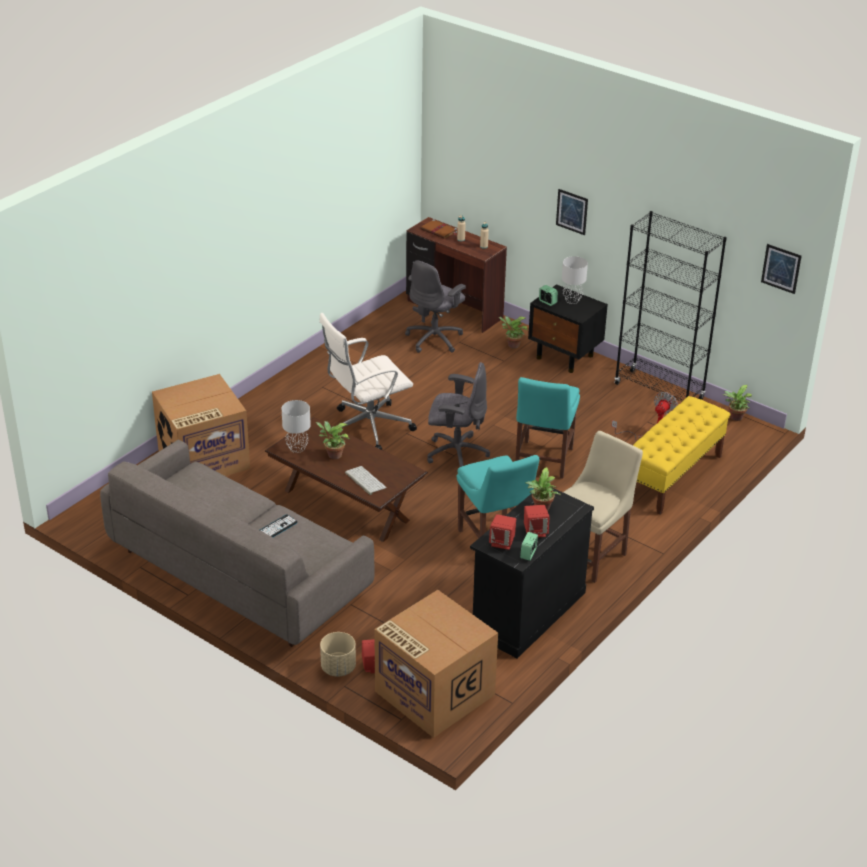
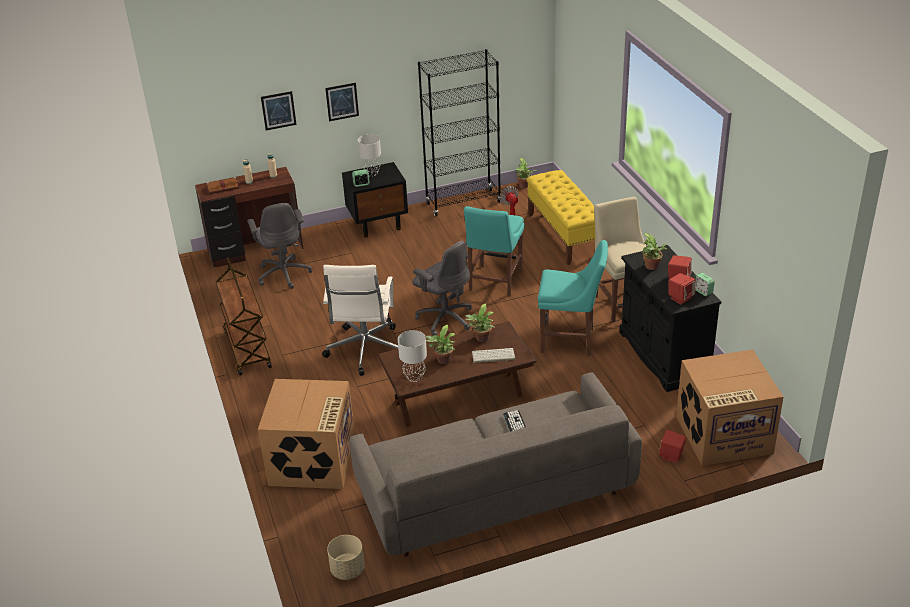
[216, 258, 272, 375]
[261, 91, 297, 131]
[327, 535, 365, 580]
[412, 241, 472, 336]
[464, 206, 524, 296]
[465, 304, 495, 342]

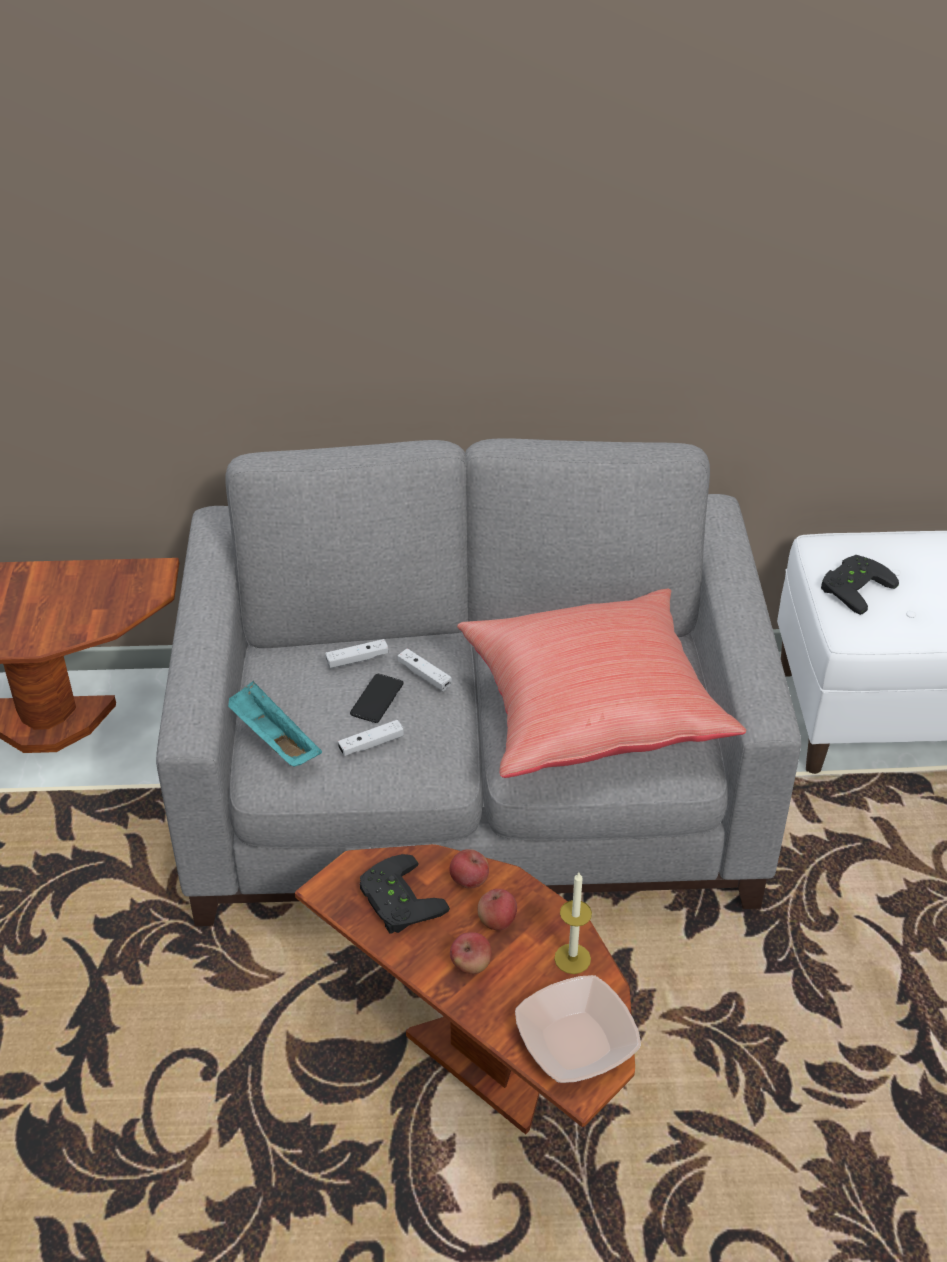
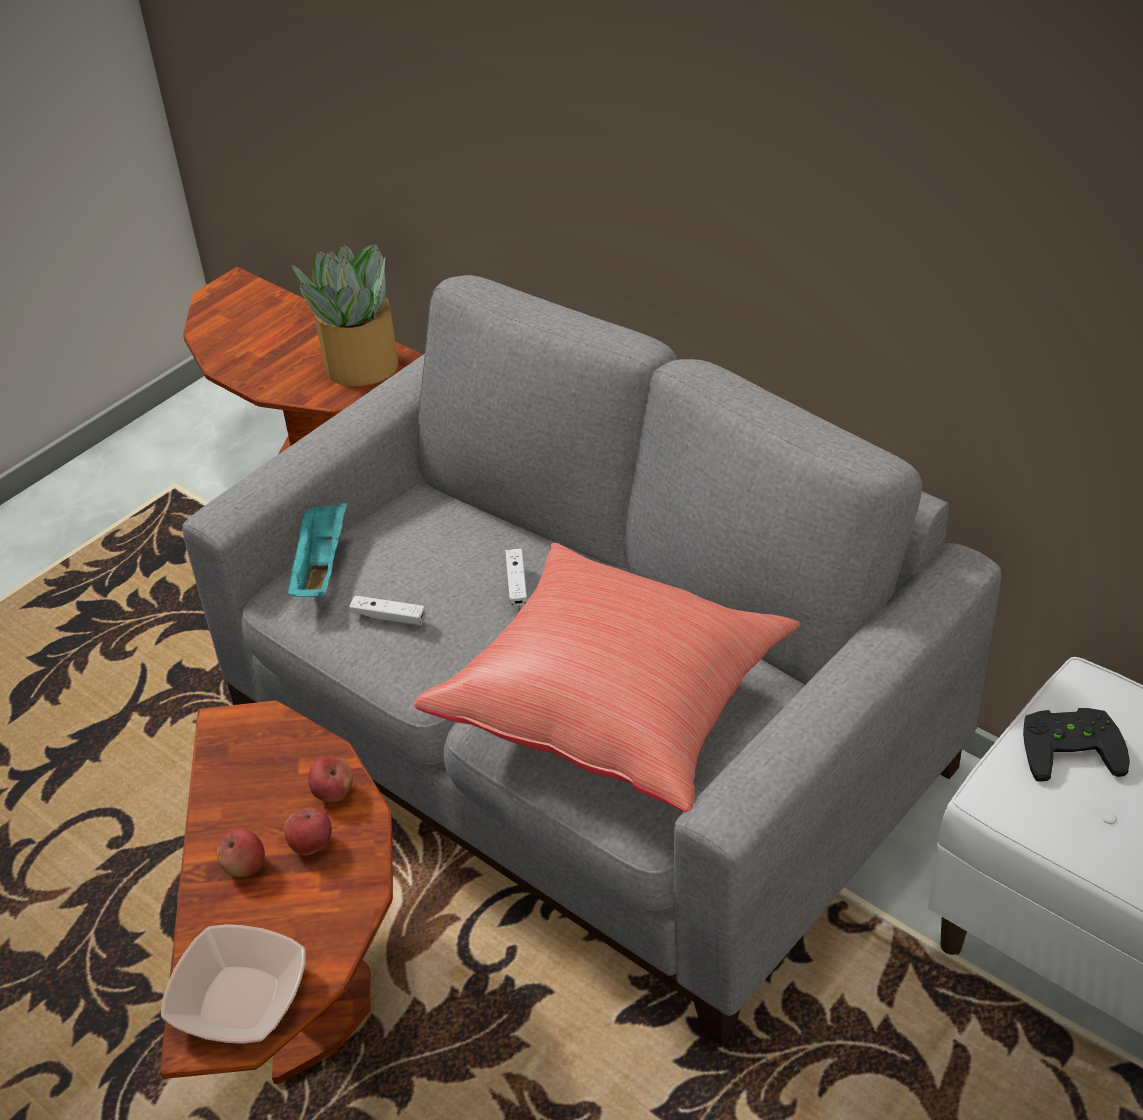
[292, 244, 399, 386]
[325, 639, 389, 669] (first image)
[350, 674, 404, 723] (first image)
[360, 854, 450, 934] (first image)
[554, 872, 592, 974] (first image)

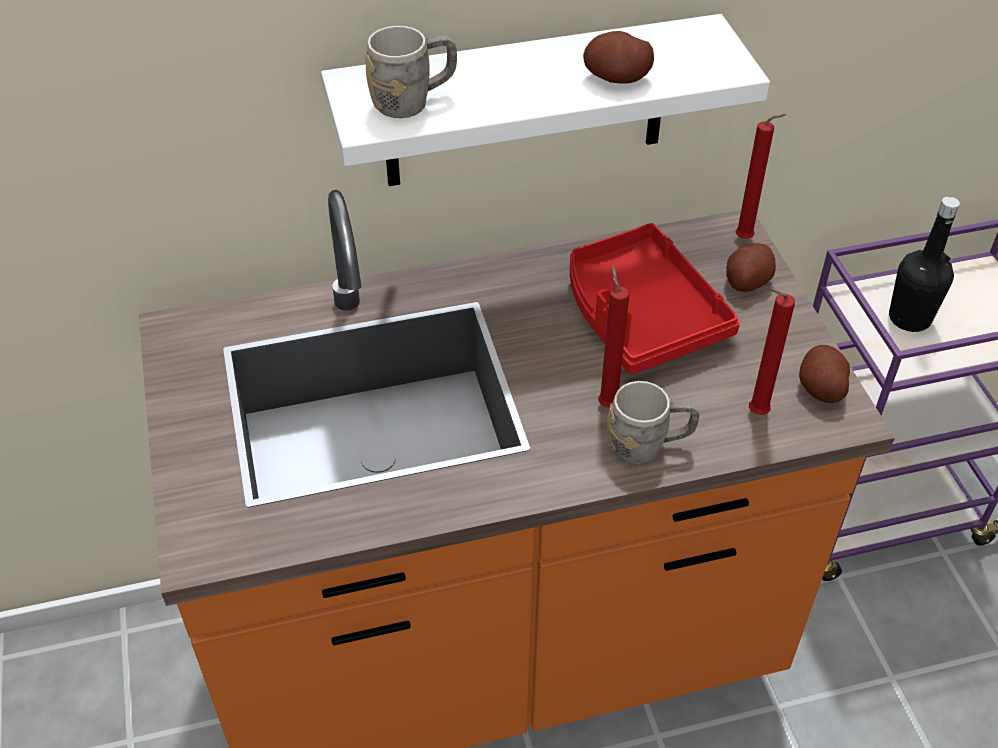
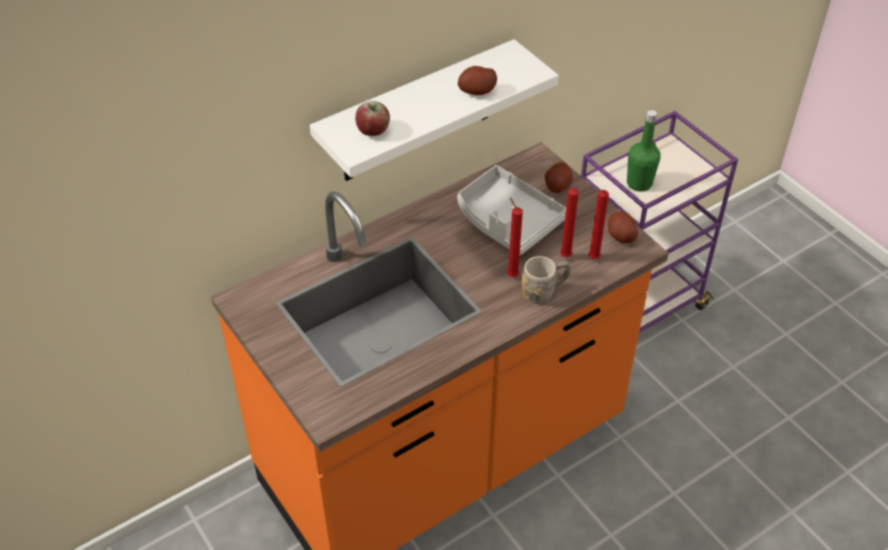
[355, 101, 390, 136]
[457, 165, 566, 255]
[560, 182, 585, 257]
[627, 110, 661, 192]

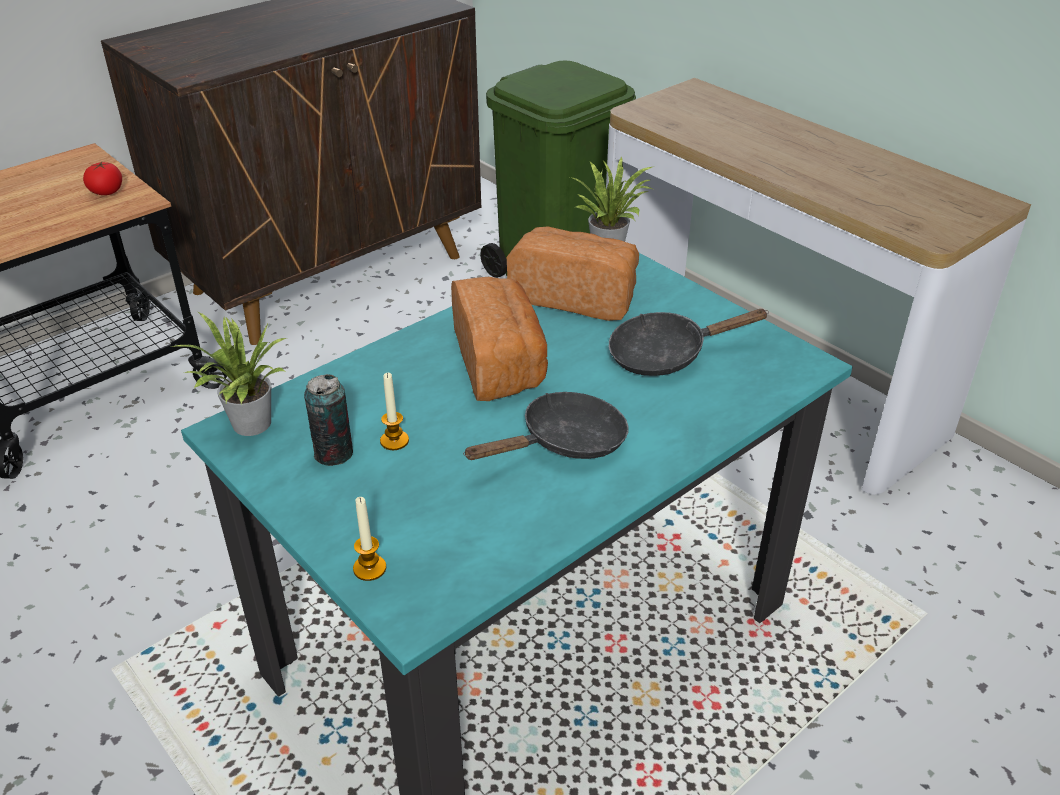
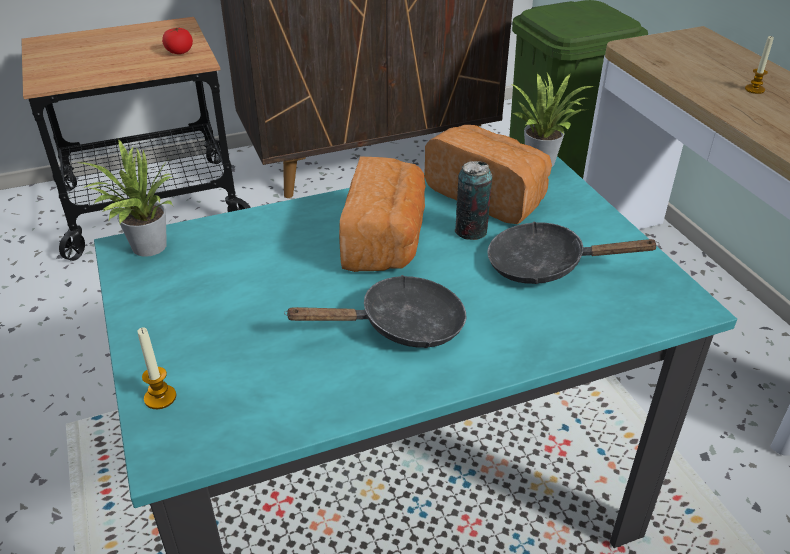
[455, 161, 492, 240]
[745, 35, 774, 94]

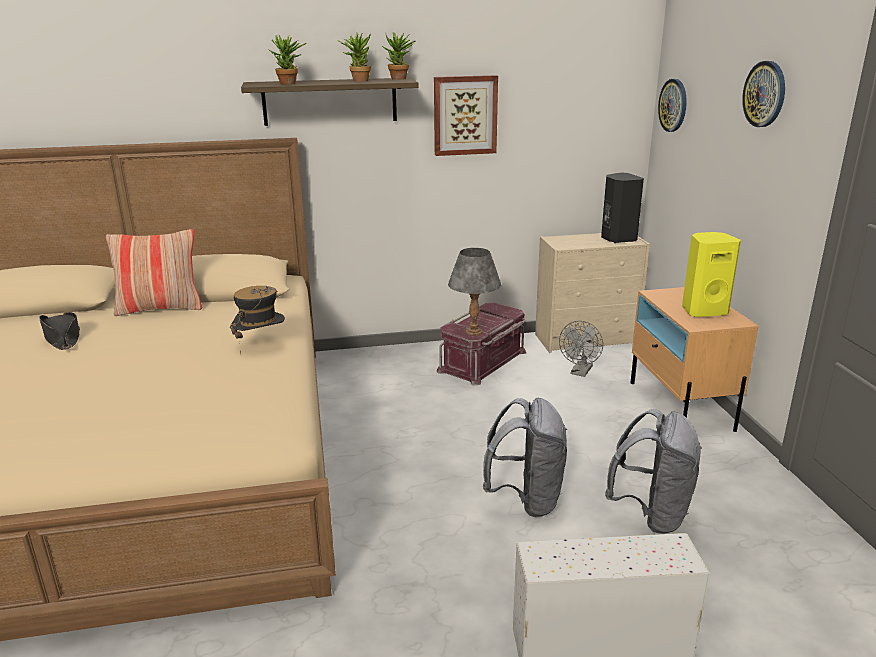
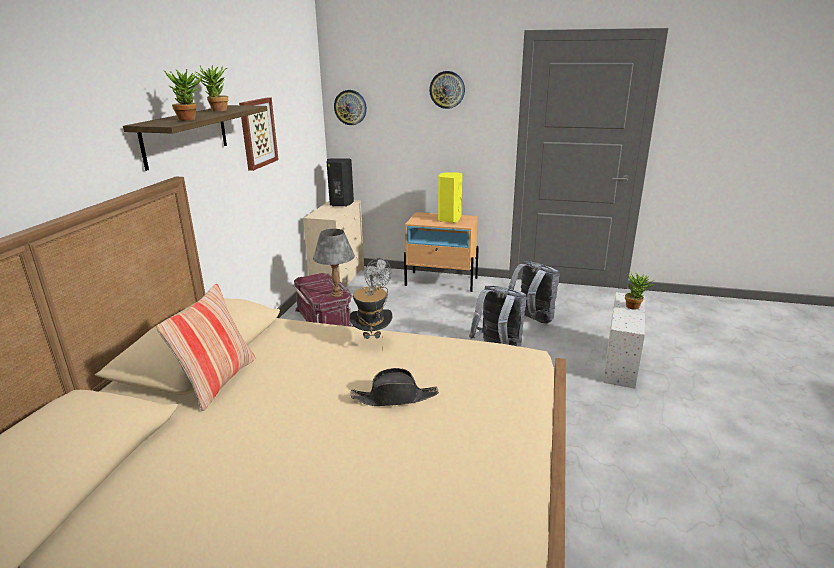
[350, 368, 439, 406]
[625, 270, 656, 310]

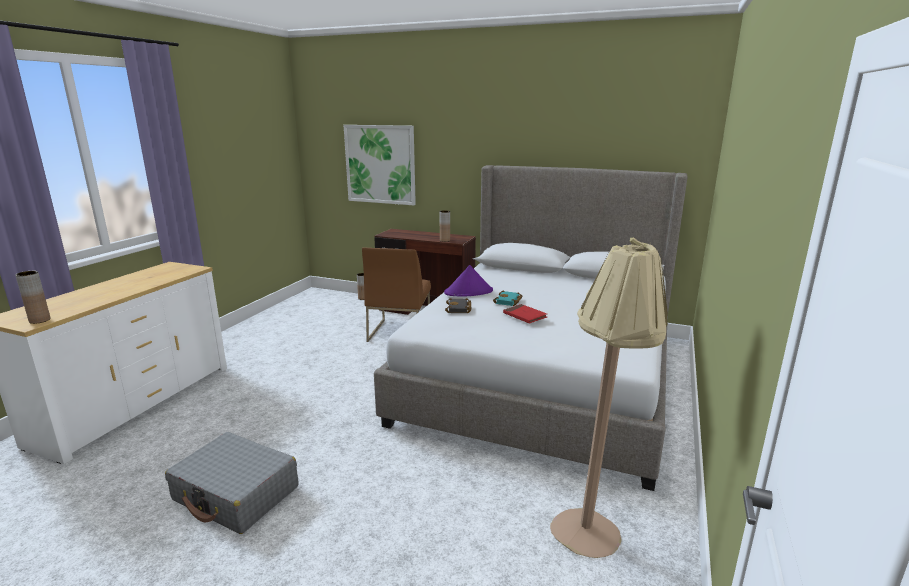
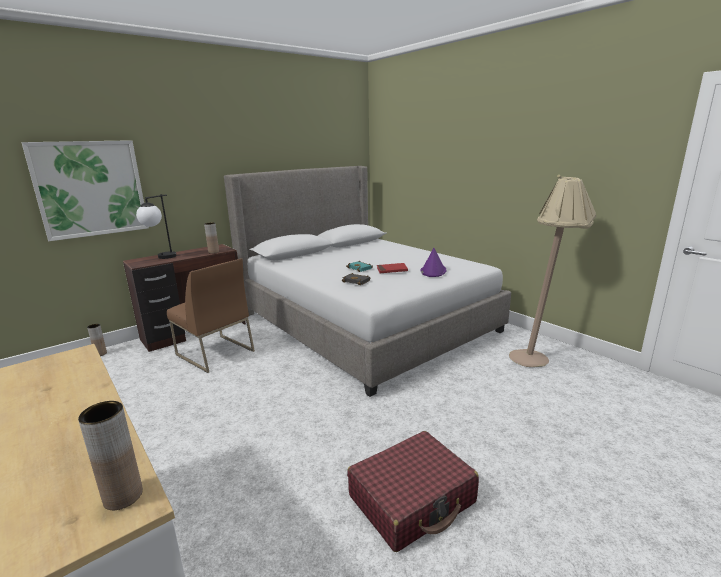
[136, 194, 177, 259]
[347, 431, 479, 552]
[421, 248, 446, 277]

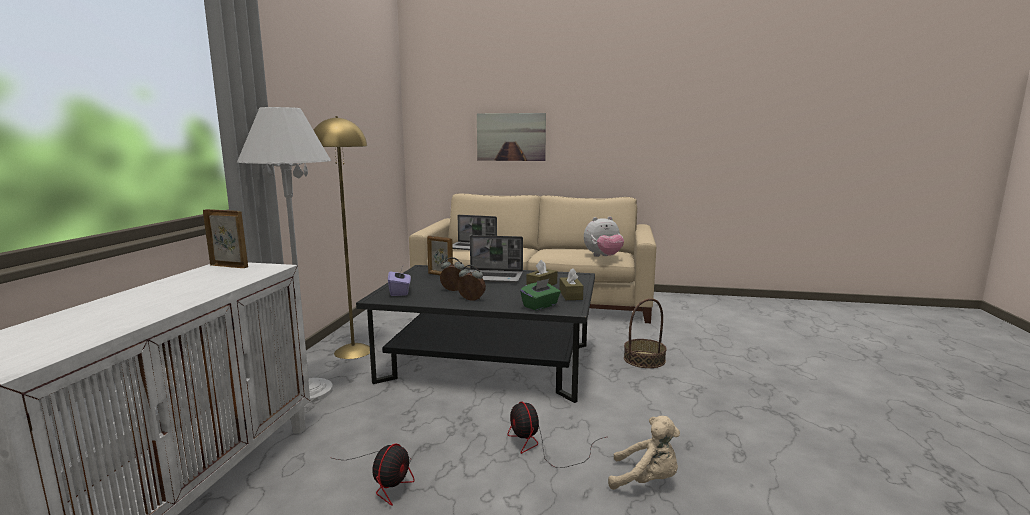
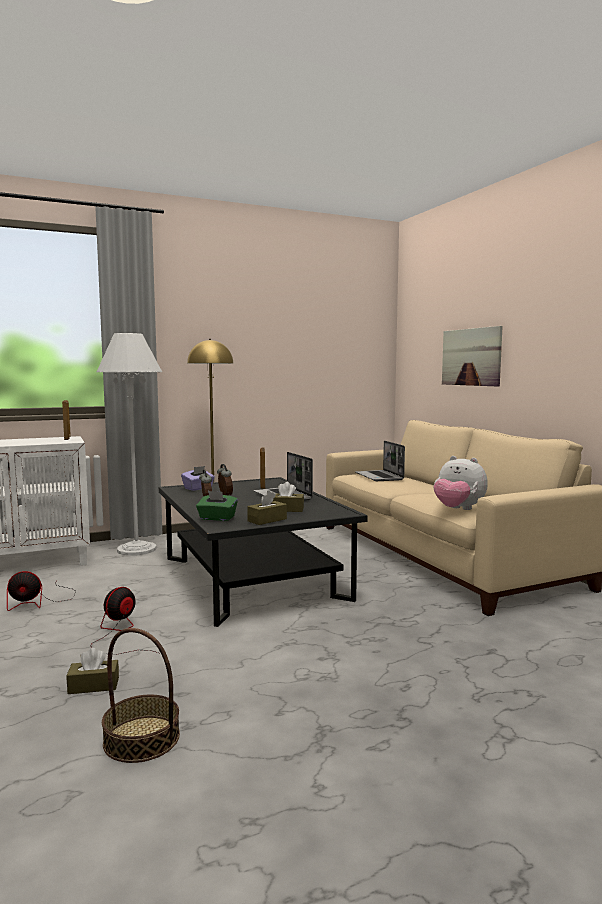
[66, 648, 119, 694]
[102, 628, 180, 763]

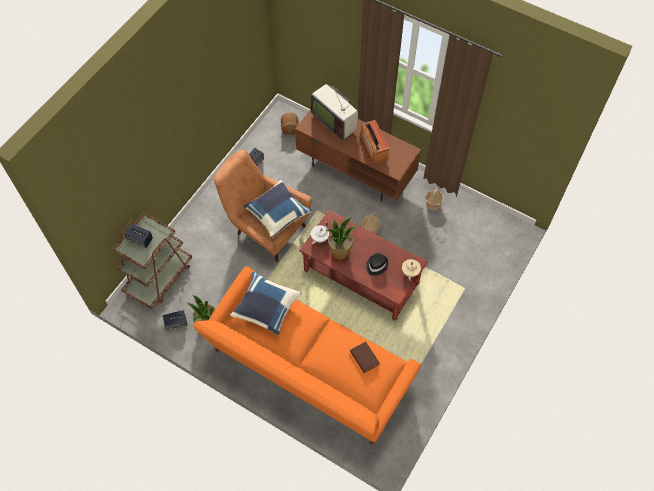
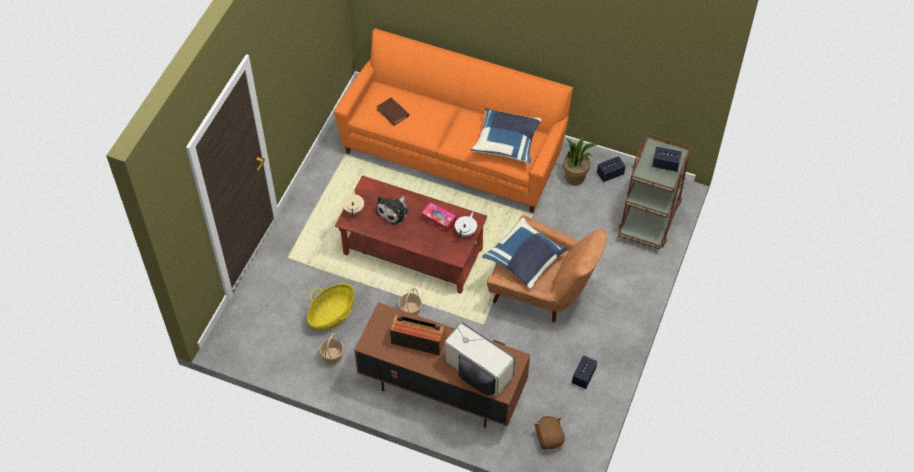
[307, 284, 354, 330]
[376, 196, 408, 225]
[390, 315, 446, 356]
[422, 202, 456, 233]

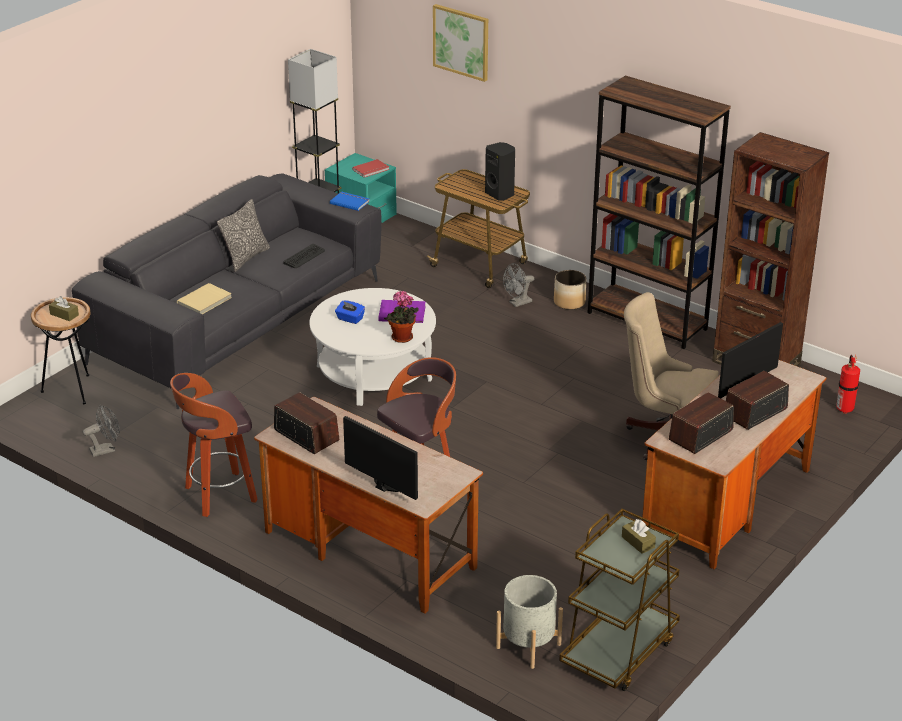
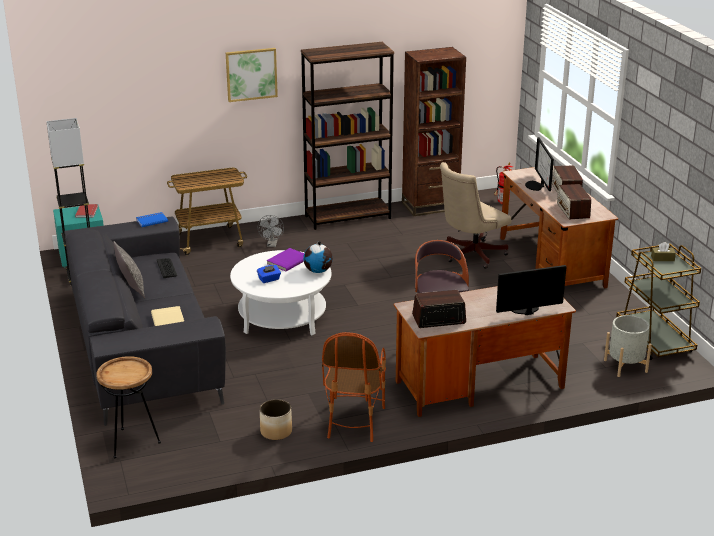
[226, 48, 278, 102]
[260, 399, 292, 440]
[303, 241, 333, 273]
[322, 332, 386, 442]
[49, 296, 79, 321] (first image)
[82, 405, 120, 457] (first image)
[485, 142, 515, 201] (first image)

